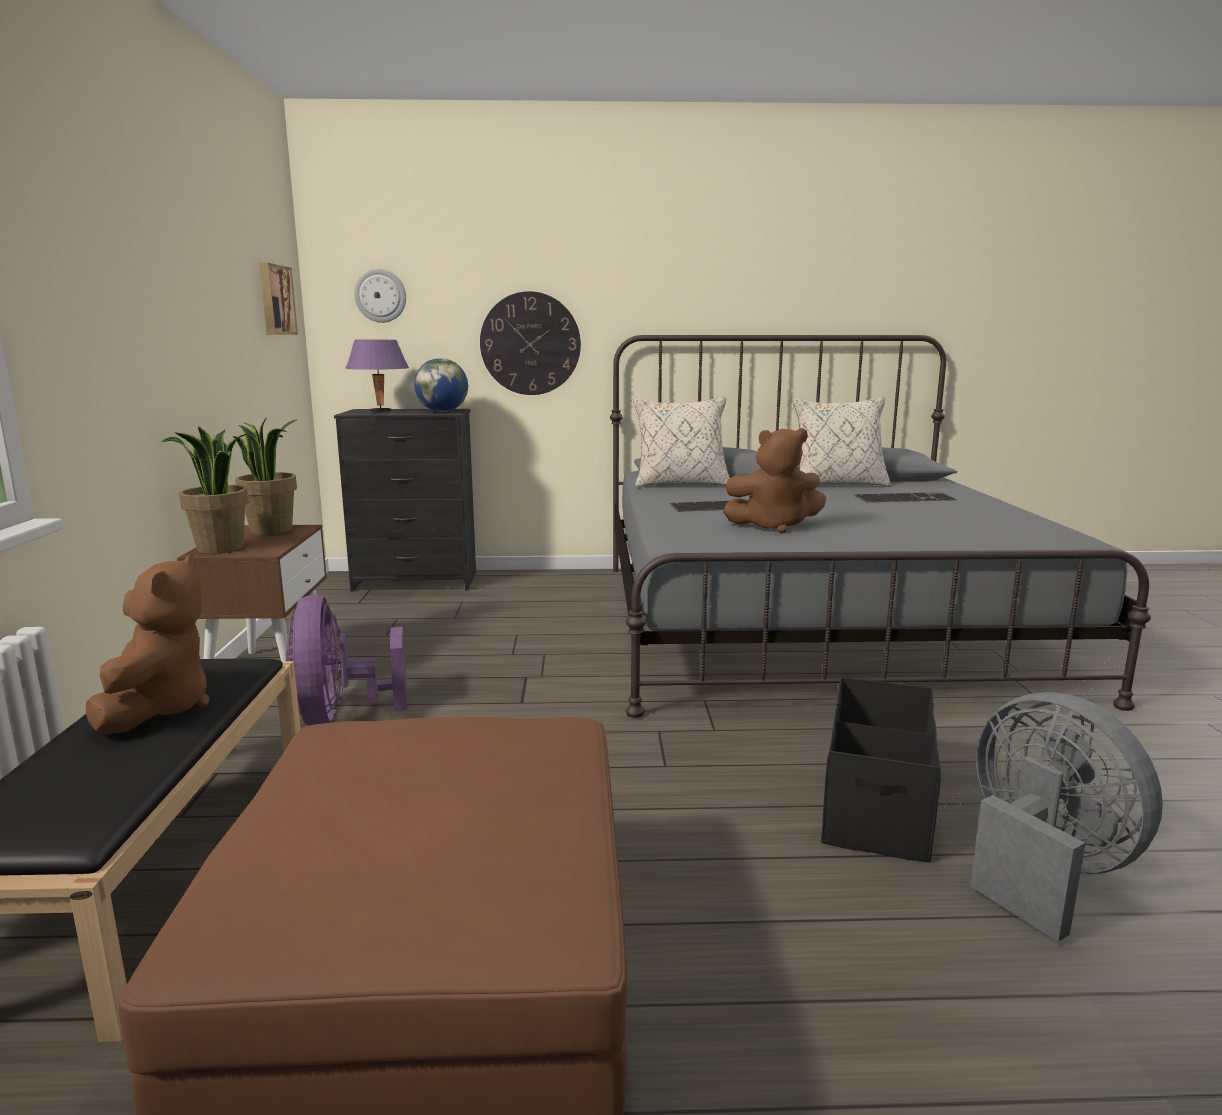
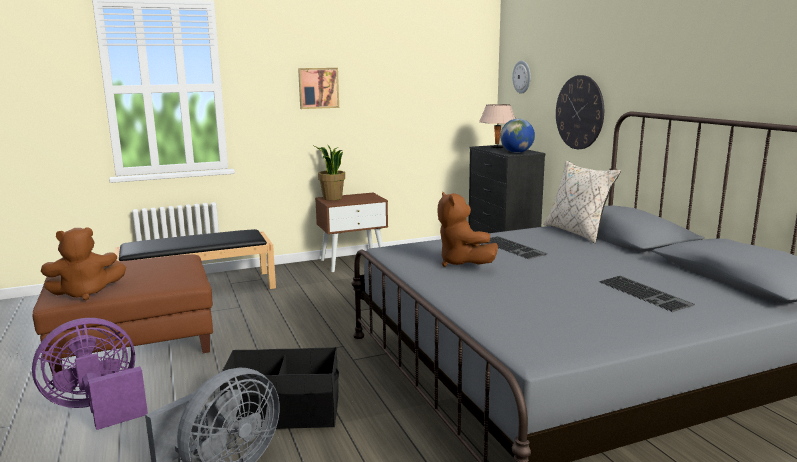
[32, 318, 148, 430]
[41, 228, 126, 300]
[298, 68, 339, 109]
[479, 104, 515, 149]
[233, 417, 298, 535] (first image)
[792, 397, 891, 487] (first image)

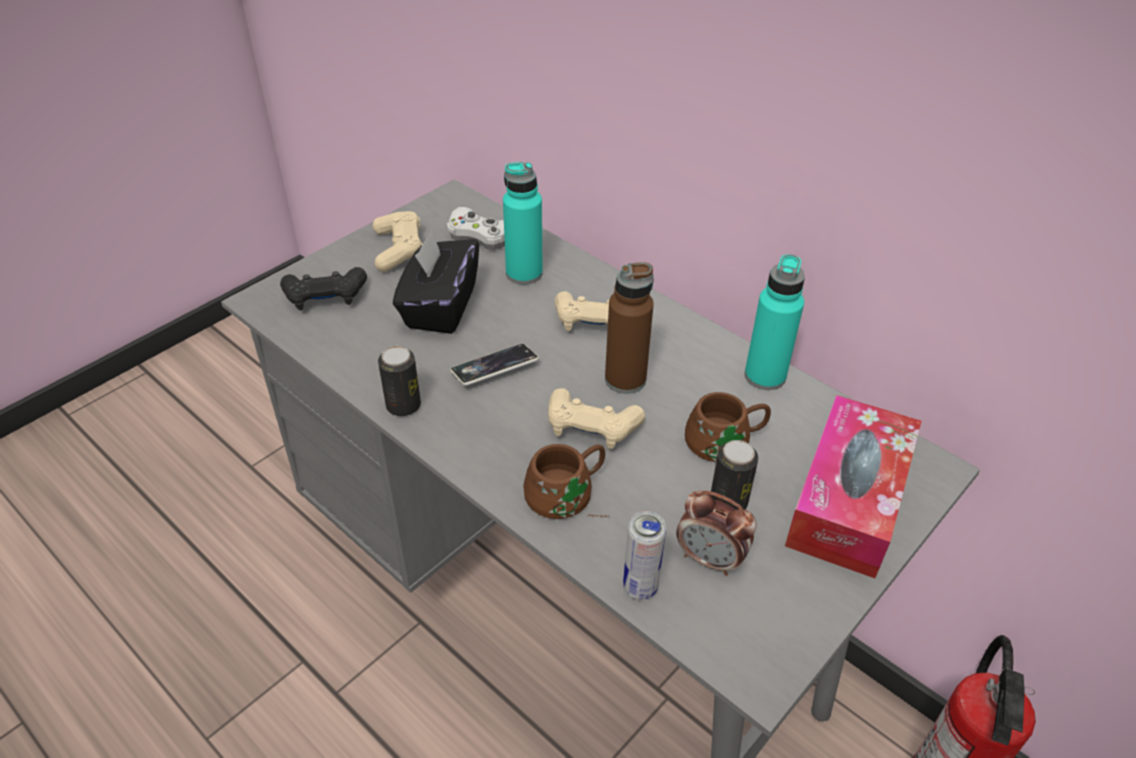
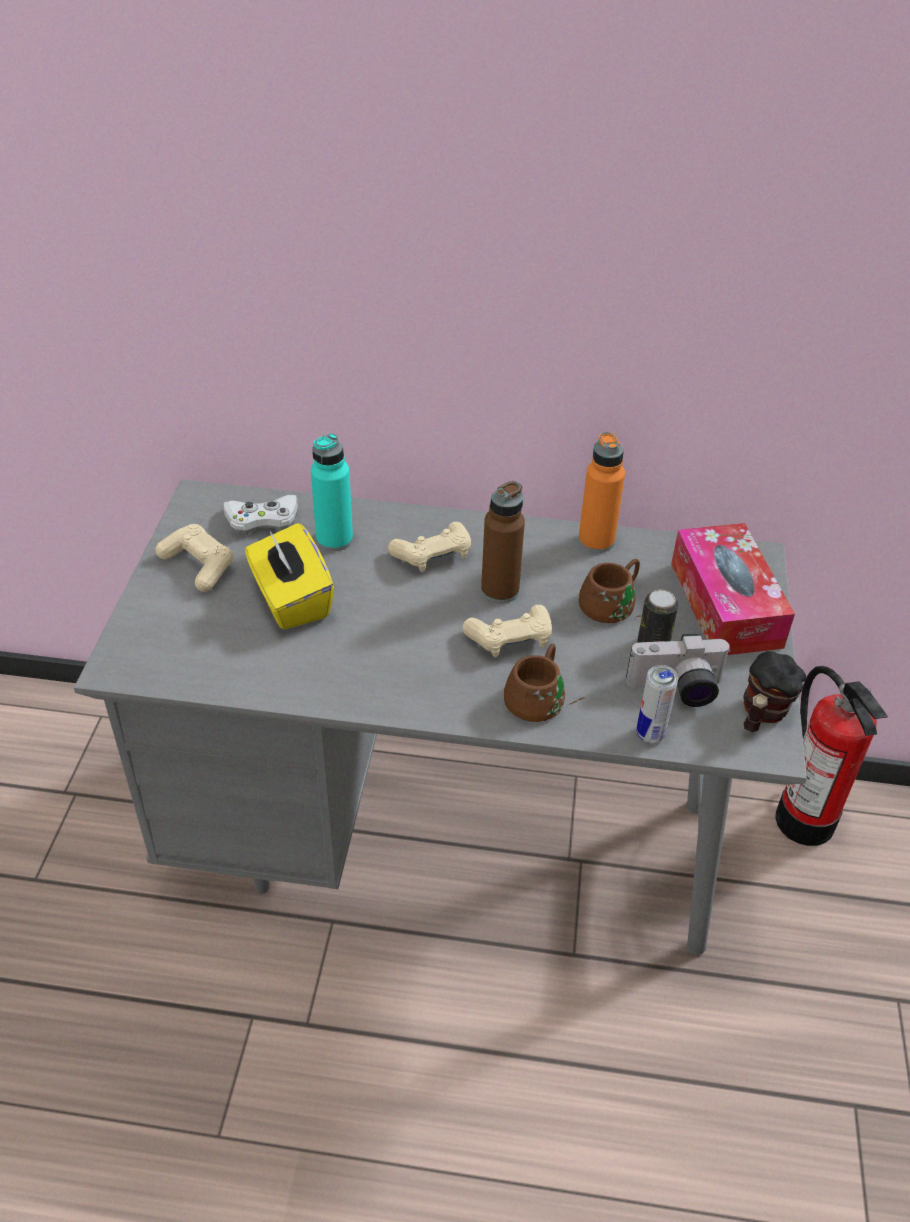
[245, 523, 334, 630]
[578, 432, 625, 553]
[626, 633, 731, 707]
[743, 651, 806, 732]
[280, 267, 367, 310] (first image)
[378, 346, 421, 416] (first image)
[450, 344, 539, 386] (first image)

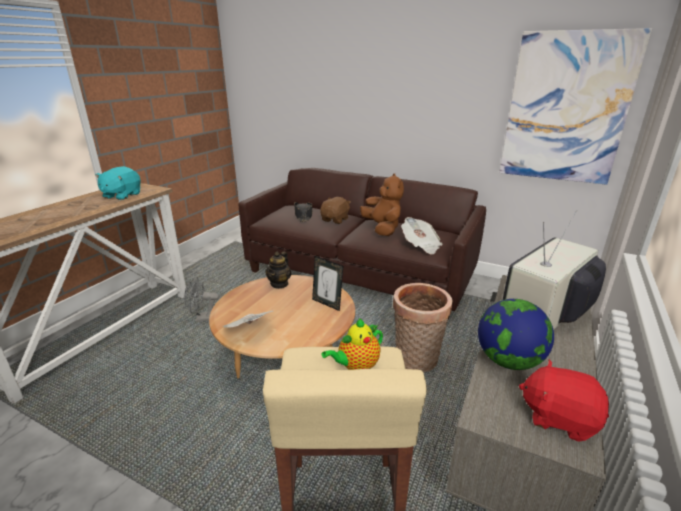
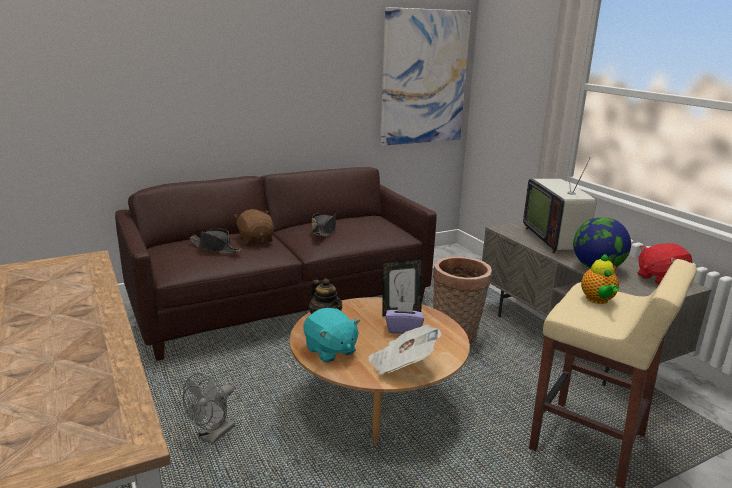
[303, 308, 360, 363]
[312, 213, 336, 237]
[385, 302, 424, 334]
[401, 217, 442, 255] (first image)

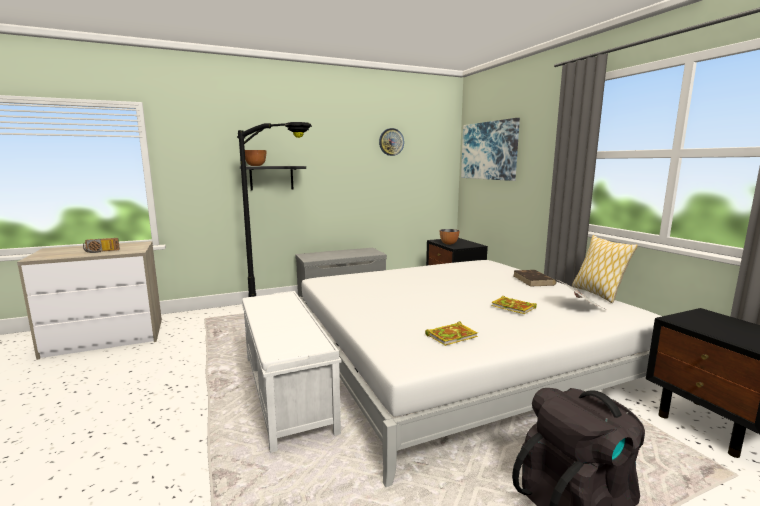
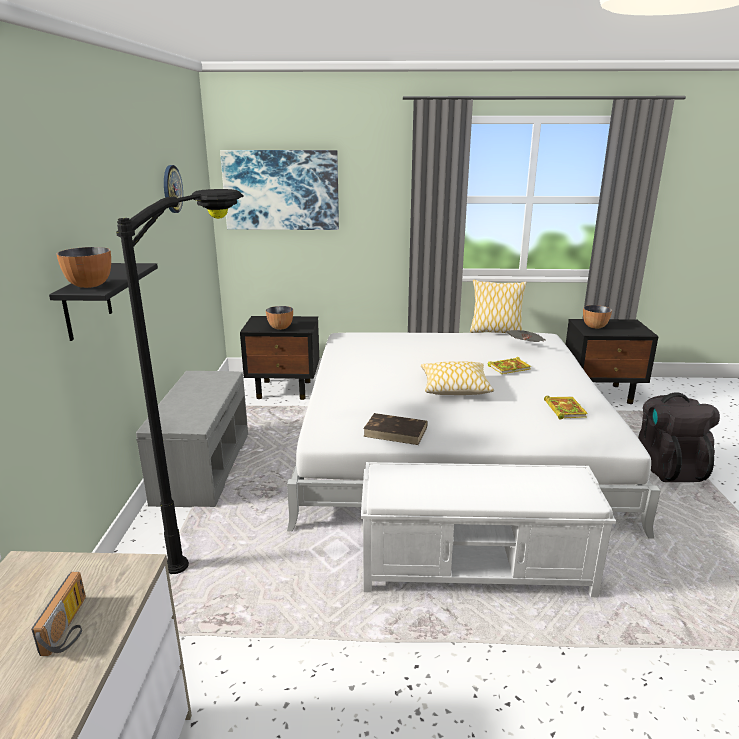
[363, 413, 428, 445]
[421, 361, 494, 395]
[583, 305, 612, 329]

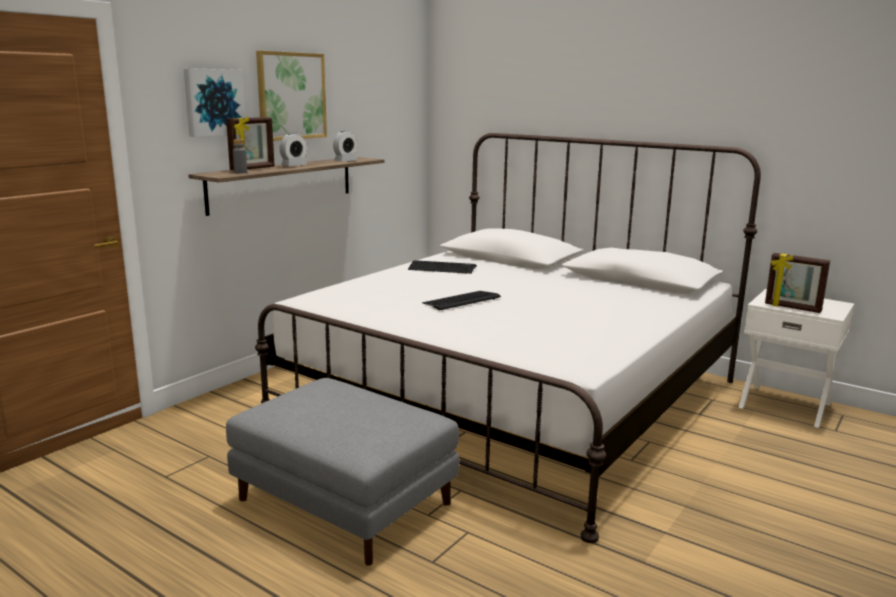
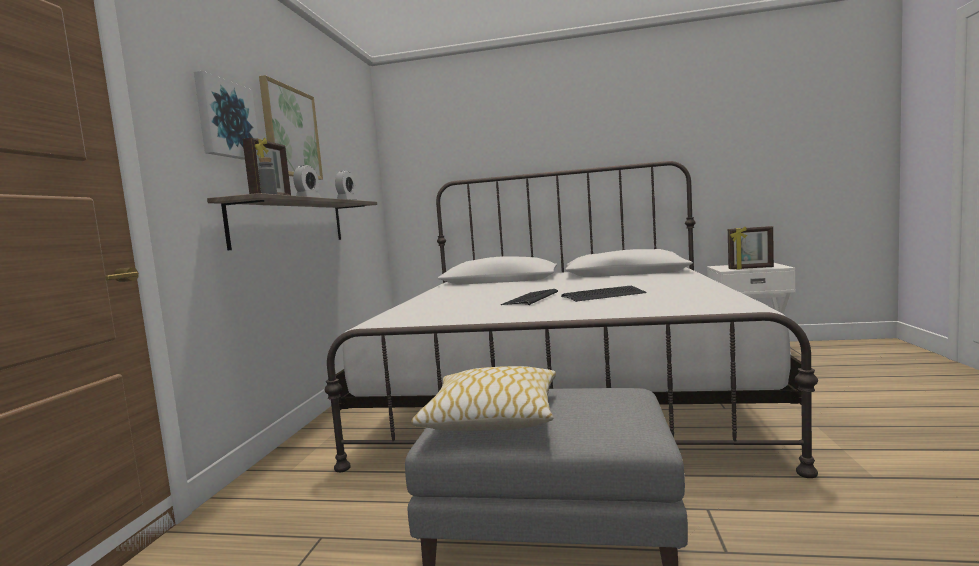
[411, 366, 556, 431]
[561, 286, 646, 302]

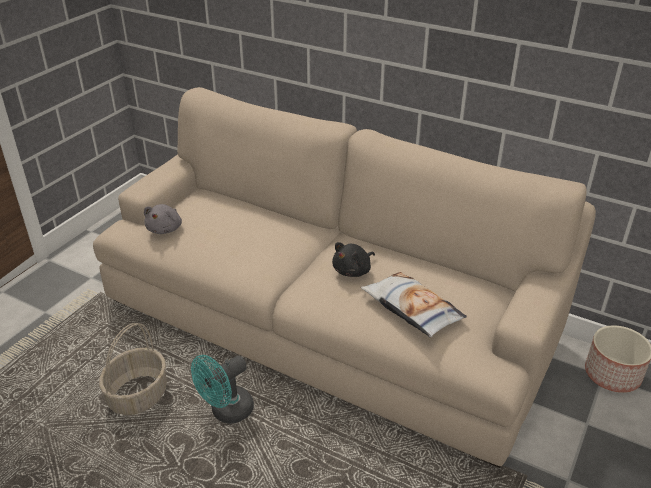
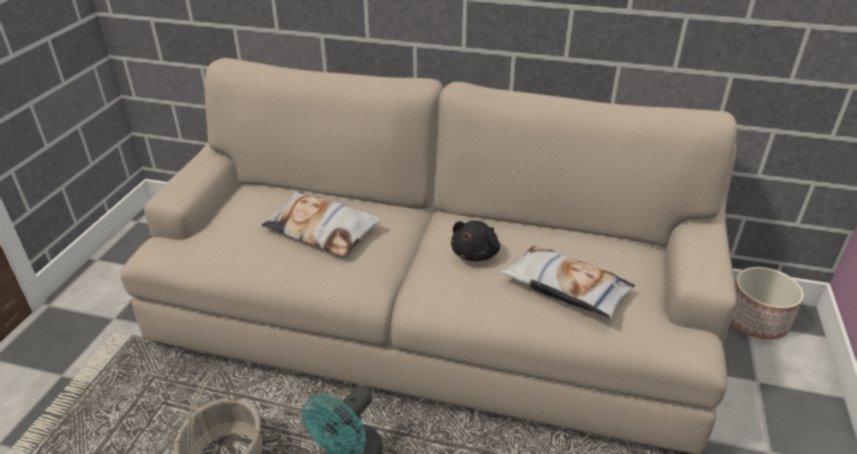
[261, 191, 381, 257]
[144, 204, 182, 234] (first image)

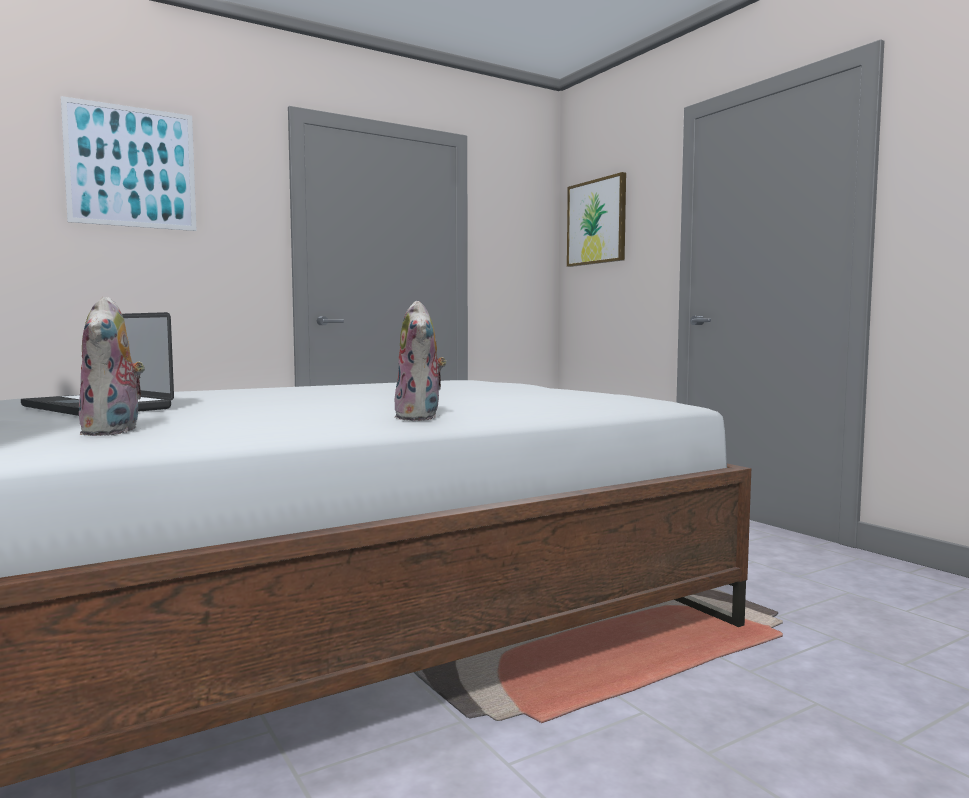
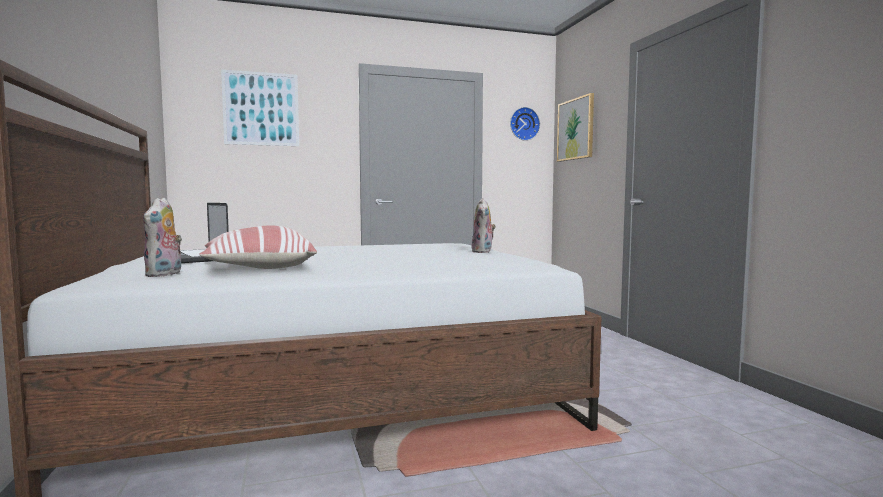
[199, 225, 317, 269]
[471, 198, 496, 253]
[510, 107, 540, 141]

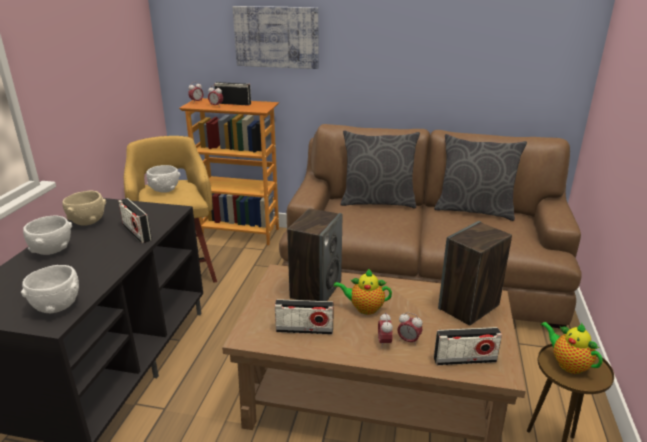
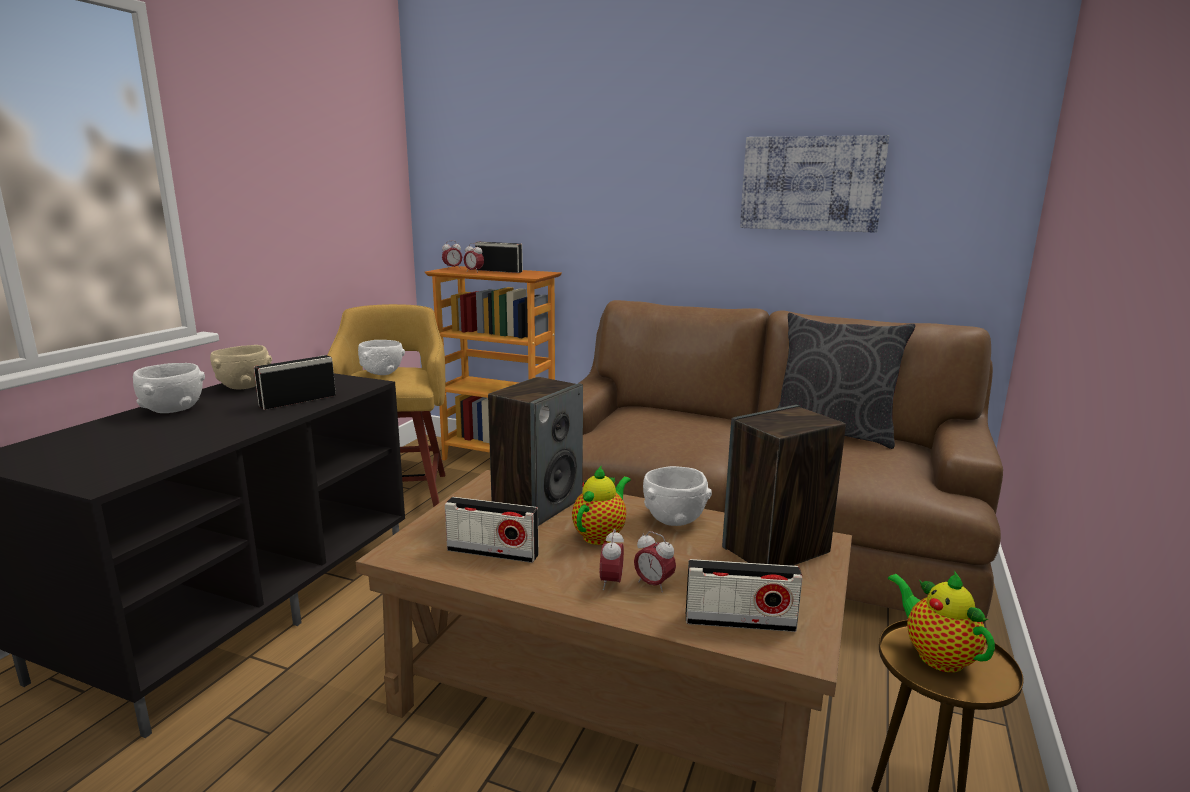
[254, 355, 336, 410]
[572, 466, 631, 545]
[643, 466, 712, 526]
[740, 135, 889, 233]
[341, 131, 420, 209] (first image)

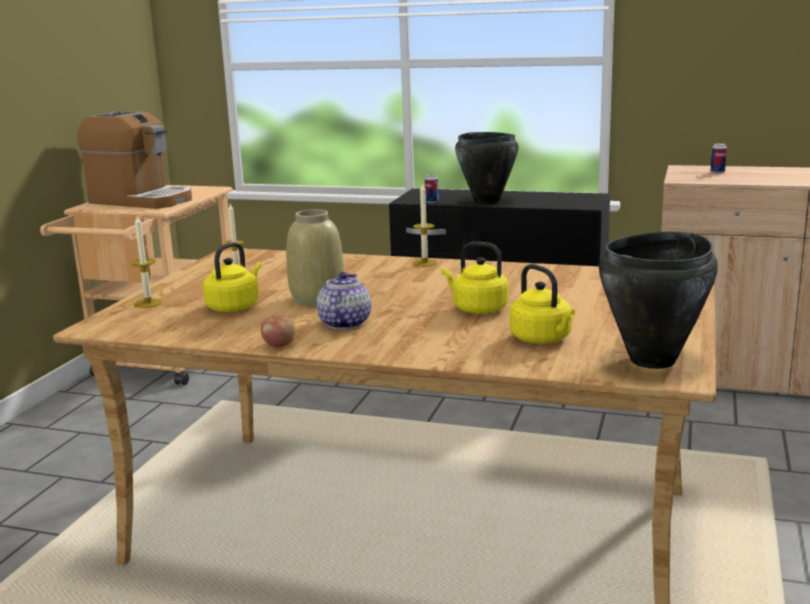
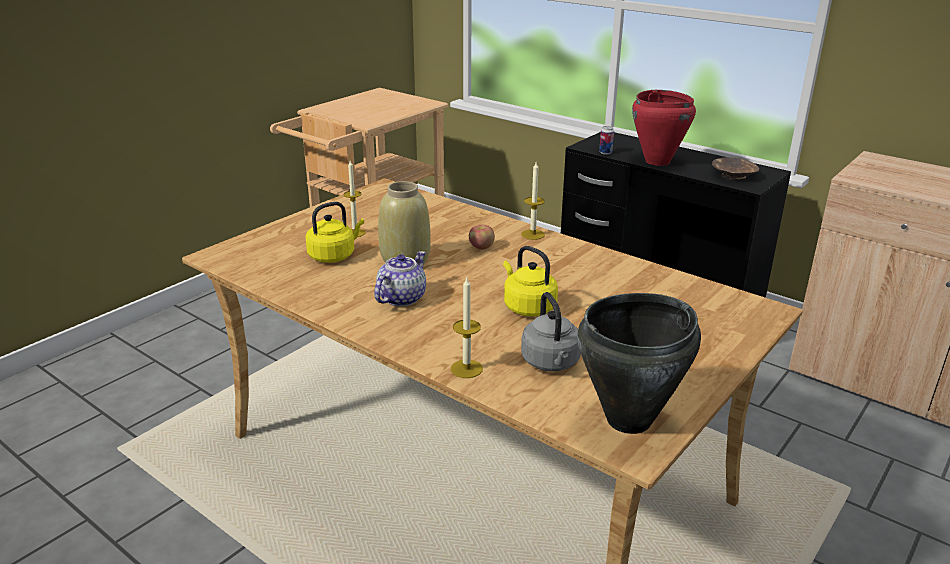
[451, 278, 483, 378]
[469, 225, 495, 250]
[521, 292, 581, 372]
[632, 90, 696, 166]
[712, 157, 759, 180]
[77, 111, 192, 209] (first image)
[711, 143, 727, 173] (first image)

